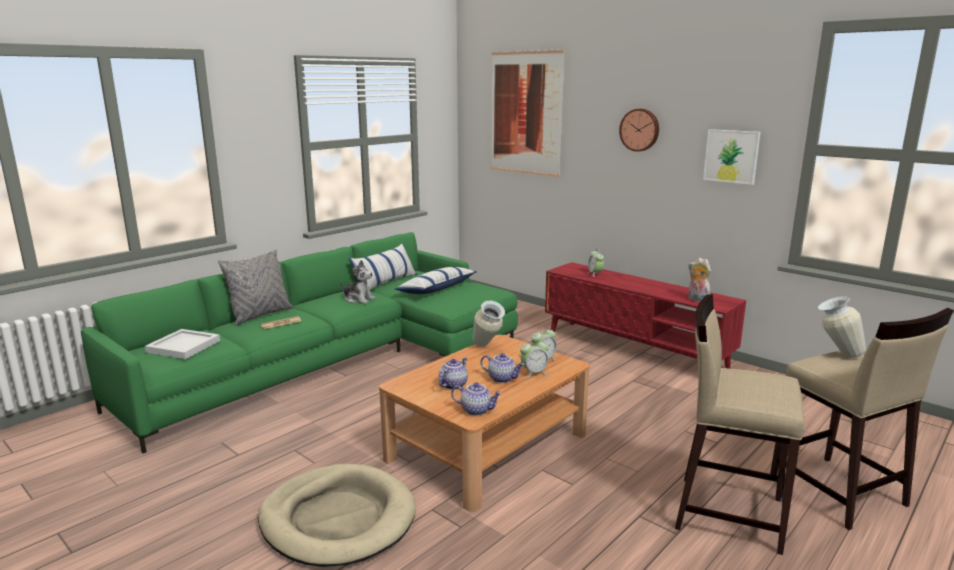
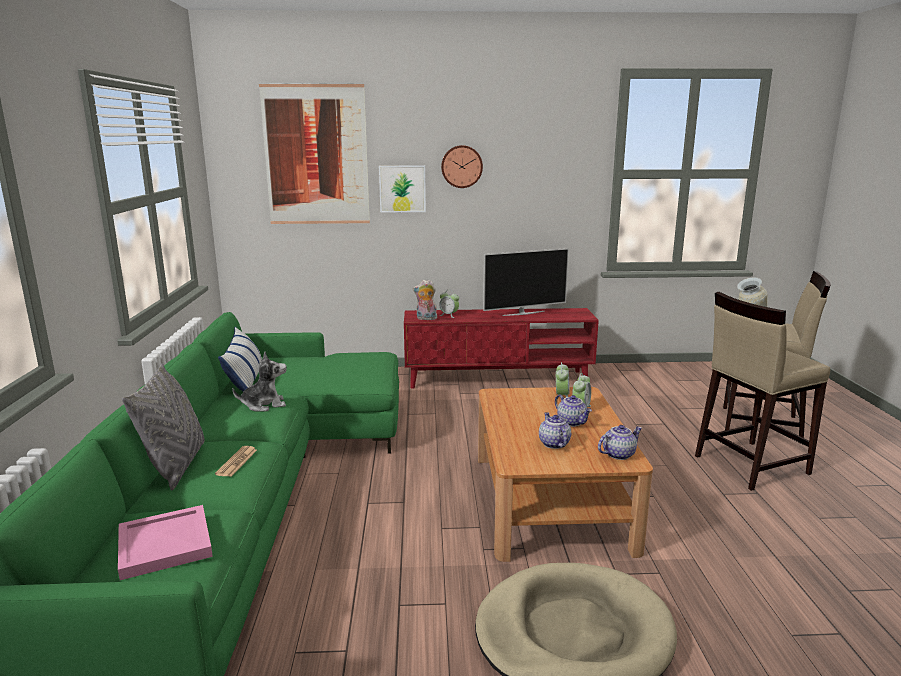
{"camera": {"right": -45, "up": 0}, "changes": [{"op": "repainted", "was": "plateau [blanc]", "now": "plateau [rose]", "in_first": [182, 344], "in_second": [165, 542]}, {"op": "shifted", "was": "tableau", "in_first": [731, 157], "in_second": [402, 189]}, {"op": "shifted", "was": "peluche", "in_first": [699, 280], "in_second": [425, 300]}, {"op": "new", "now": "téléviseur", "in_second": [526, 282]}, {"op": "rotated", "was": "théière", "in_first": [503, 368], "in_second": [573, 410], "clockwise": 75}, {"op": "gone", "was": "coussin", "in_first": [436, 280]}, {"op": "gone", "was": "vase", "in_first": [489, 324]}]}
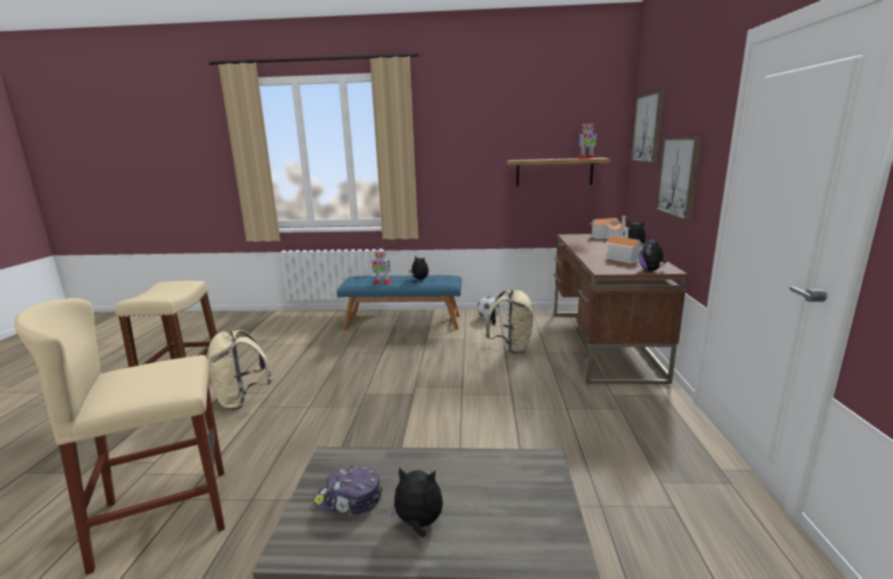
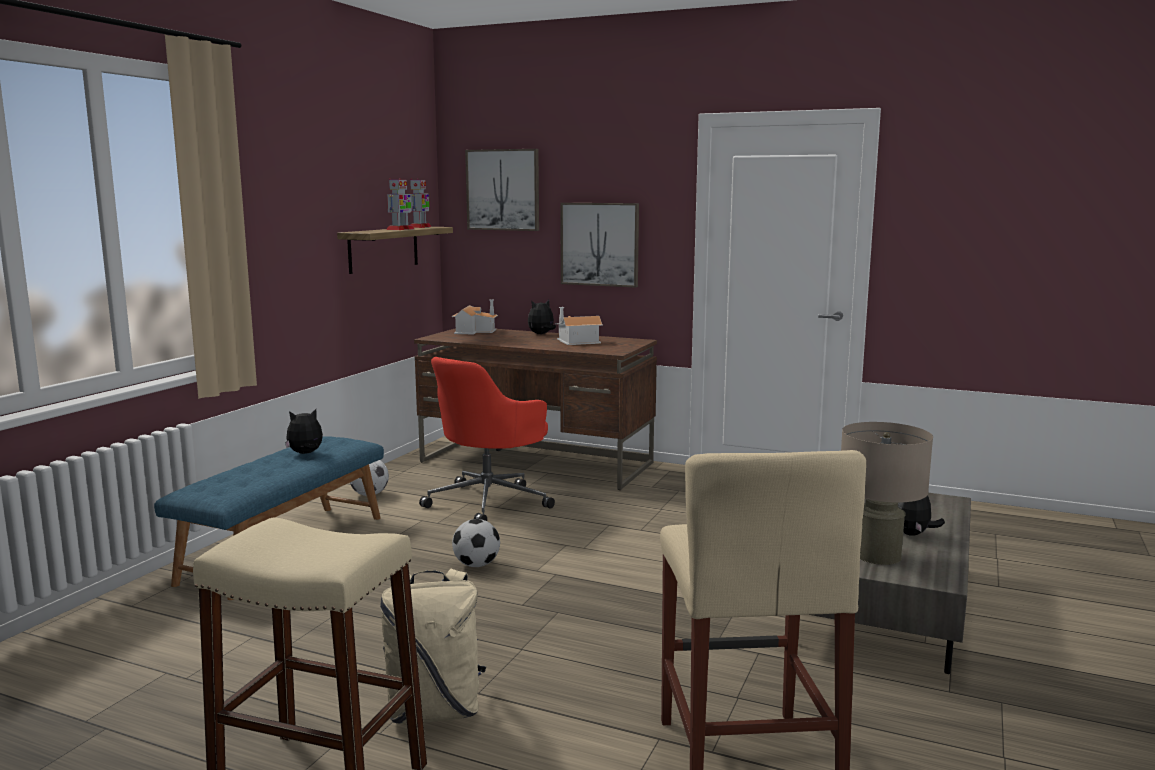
{"camera": {"right": -70, "up": -5}, "changes": [{"op": "shifted", "was": "robot jouet", "in_first": [382, 266], "in_second": [400, 204]}, {"op": "swapped", "was": "sac à dos [beige]", "now": "chaise de bureau [rouge]", "in_first": [509, 322], "in_second": [487, 439]}, {"op": "new", "now": "ballon de foot", "in_second": [476, 543]}, {"op": "swapped", "was": "casquette", "now": "lampe de table [beige]", "in_first": [348, 490], "in_second": [887, 493]}, {"op": "gone", "was": "peluche", "in_first": [653, 253]}]}
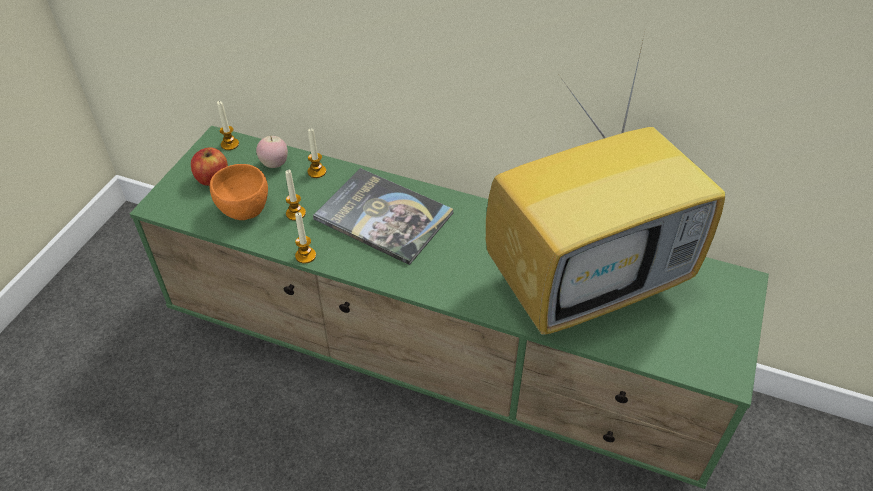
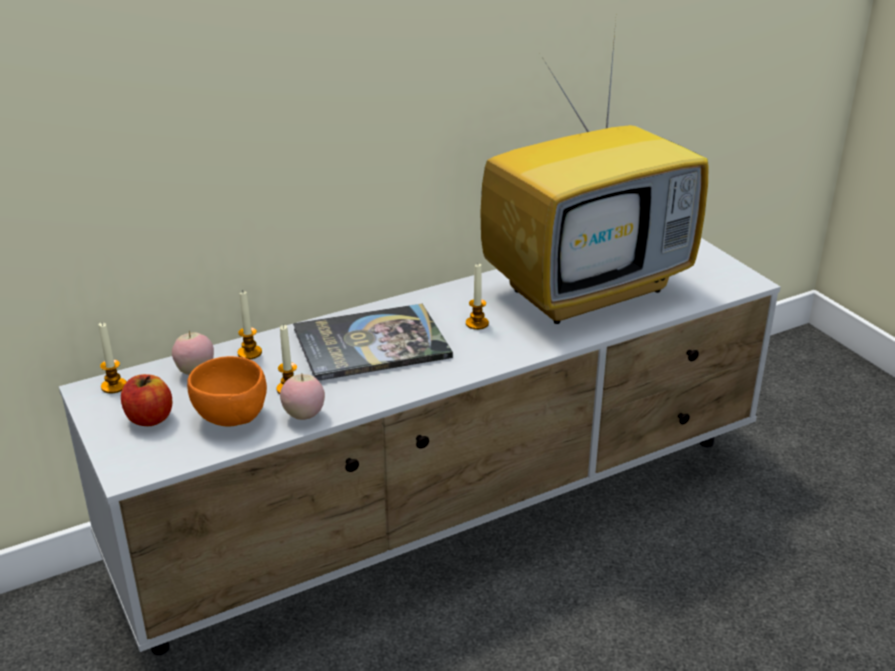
{"camera": {"right": -50, "up": -15}, "changes": [{"op": "repainted", "was": "meuble télé [vert]", "now": "meuble télé [blanc]", "in_first": [449, 307], "in_second": [420, 446]}, {"op": "new", "now": "pomme", "in_second": [302, 397]}, {"op": "shifted", "was": "bougie", "in_first": [305, 238], "in_second": [477, 297]}, {"op": "rotated", "was": "téléviseur", "in_first": [605, 181], "in_second": [594, 172], "clockwise": 45}]}
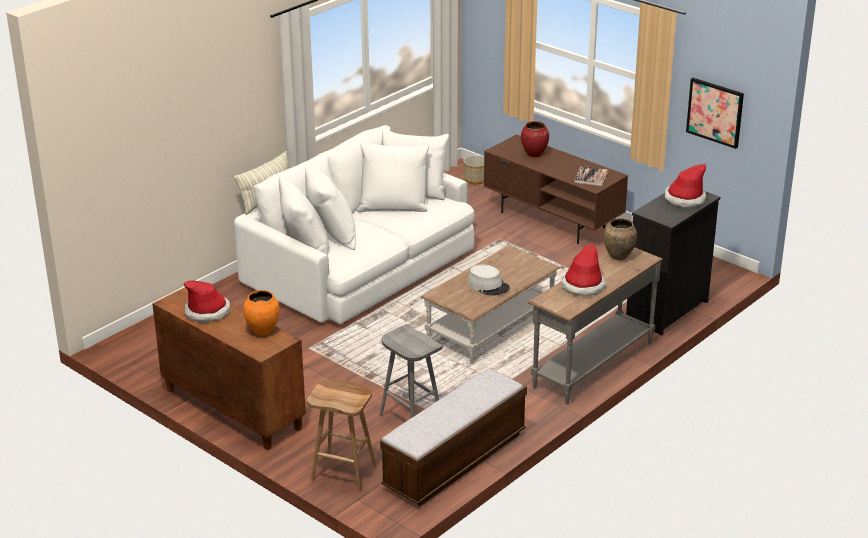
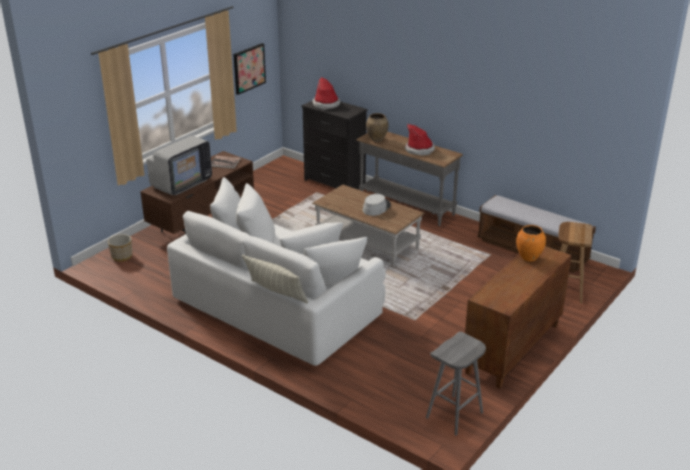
{"camera": {"right": -95, "up": 0}, "changes": [{"op": "swapped", "was": "vase [rouge]", "now": "téléviseur", "in_first": [535, 139], "in_second": [179, 165]}, {"op": "shifted", "was": "tabouret [gris]", "in_first": [411, 371], "in_second": [456, 384]}, {"op": "gone", "was": "chapeau", "in_first": [207, 301]}]}
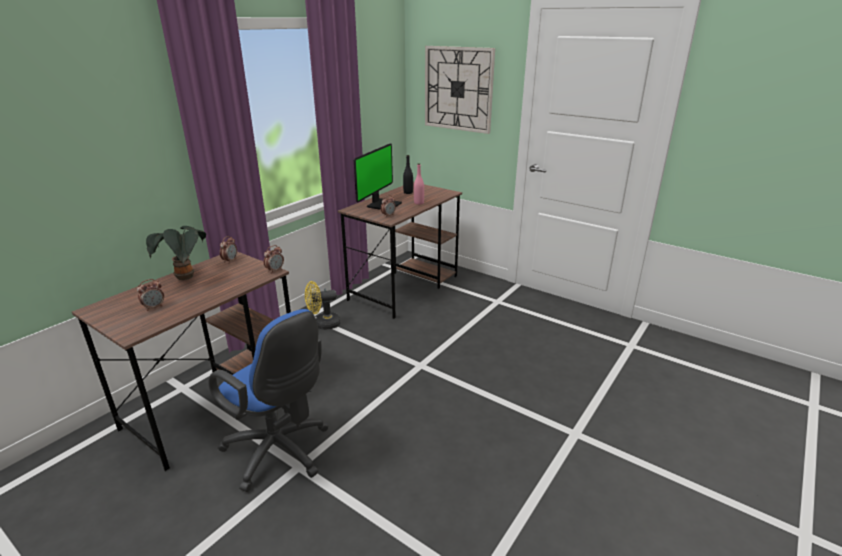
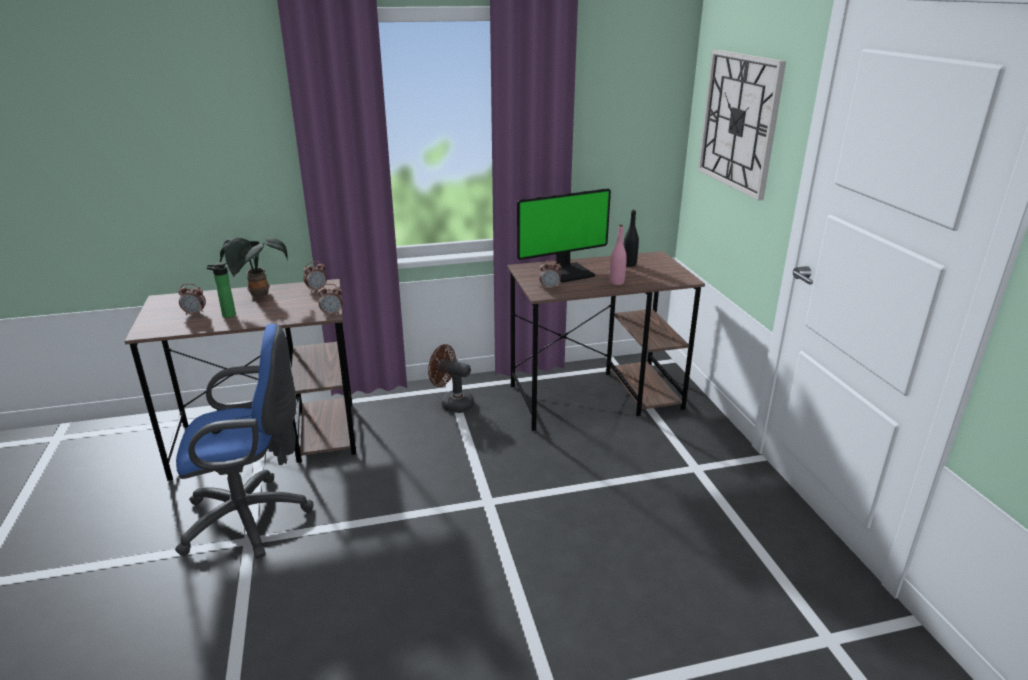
{"camera": {"right": 40, "up": 0}, "changes": [{"op": "rotated", "was": "chaise de bureau [bleu]", "in_first": [268, 400], "in_second": [244, 441], "clockwise": -90}, {"op": "new", "now": "bouteille", "in_second": [221, 290]}, {"op": "repainted", "was": "ventilateur [jaune]", "now": "ventilateur [marron]", "in_first": [323, 305], "in_second": [451, 378]}]}
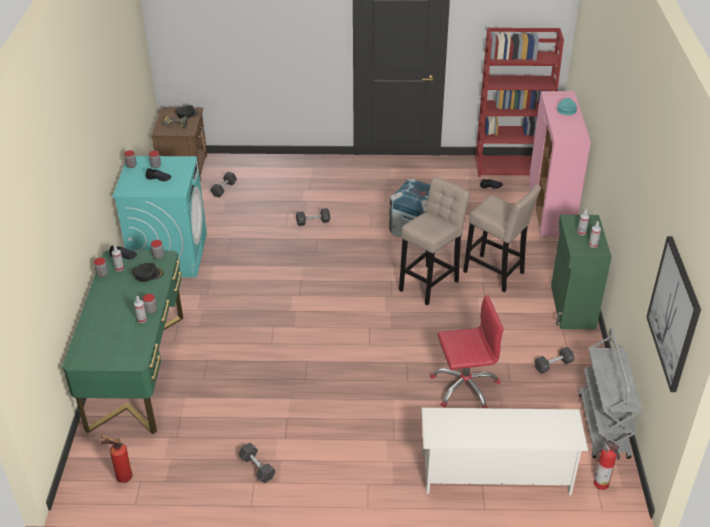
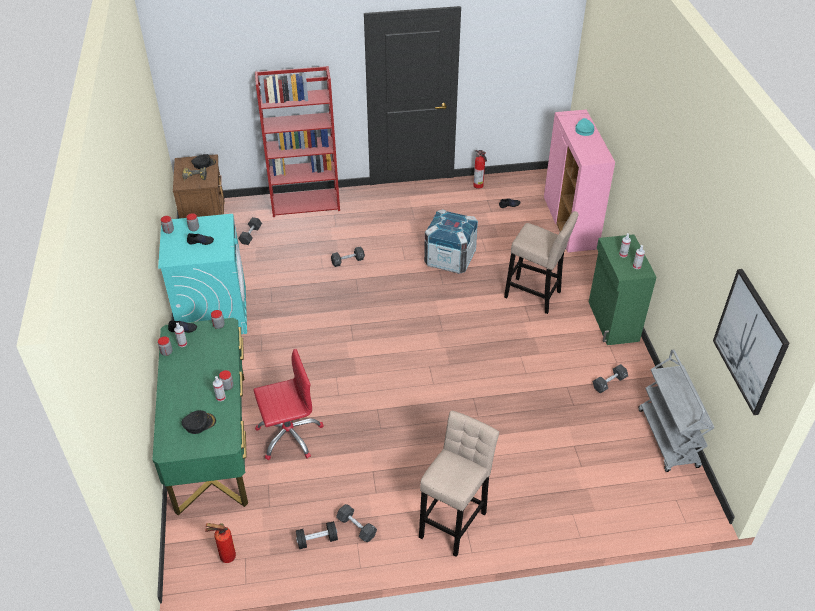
{"camera": {"right": -10, "up": 5}, "changes": [{"op": "shifted", "was": "casquette [noir]", "in_first": [148, 272], "in_second": [198, 422]}, {"op": "shifted", "was": "chaise de bureau [rouge]", "in_first": [467, 351], "in_second": [288, 404]}, {"op": "shifted", "was": "bibliothèque [rouge]", "in_first": [520, 102], "in_second": [297, 141]}, {"op": "new", "now": "haltère [noir]", "in_second": [317, 535]}, {"op": "shifted", "was": "tabouret [beige]", "in_first": [434, 241], "in_second": [459, 484]}, {"op": "shifted", "was": "extincteur", "in_first": [607, 464], "in_second": [480, 169]}, {"op": "gone", "was": "étagère à chaussures [blanc]", "in_first": [505, 451]}]}
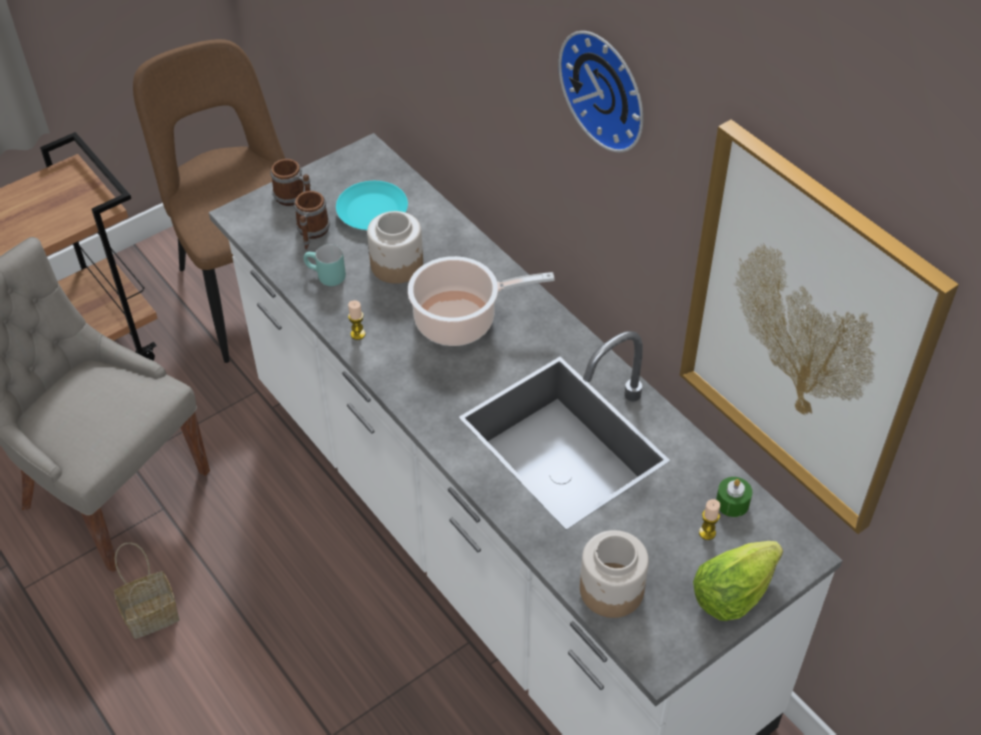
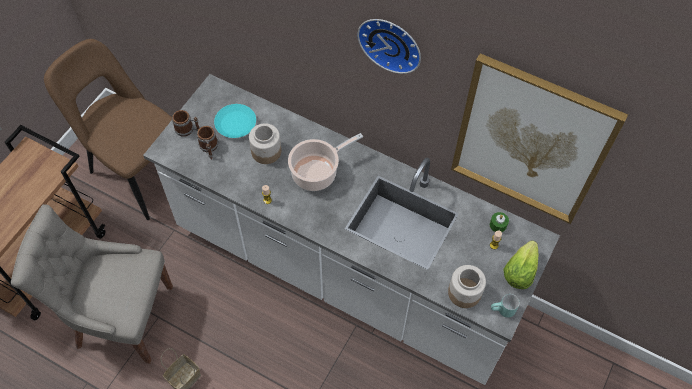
{"camera": {"right": -25, "up": 10}, "changes": [{"op": "shifted", "was": "mug [turquoise]", "in_first": [324, 265], "in_second": [505, 306]}]}
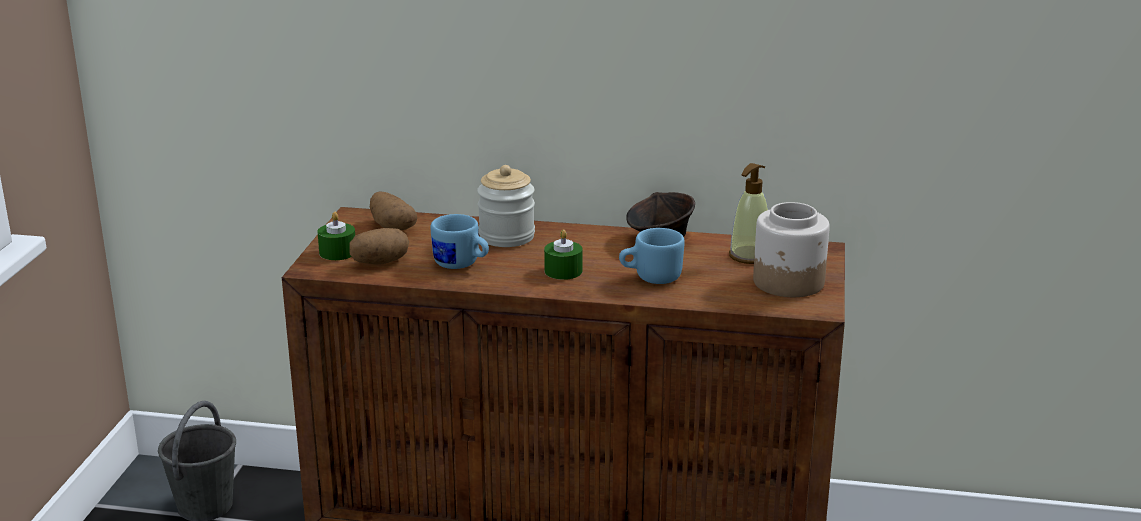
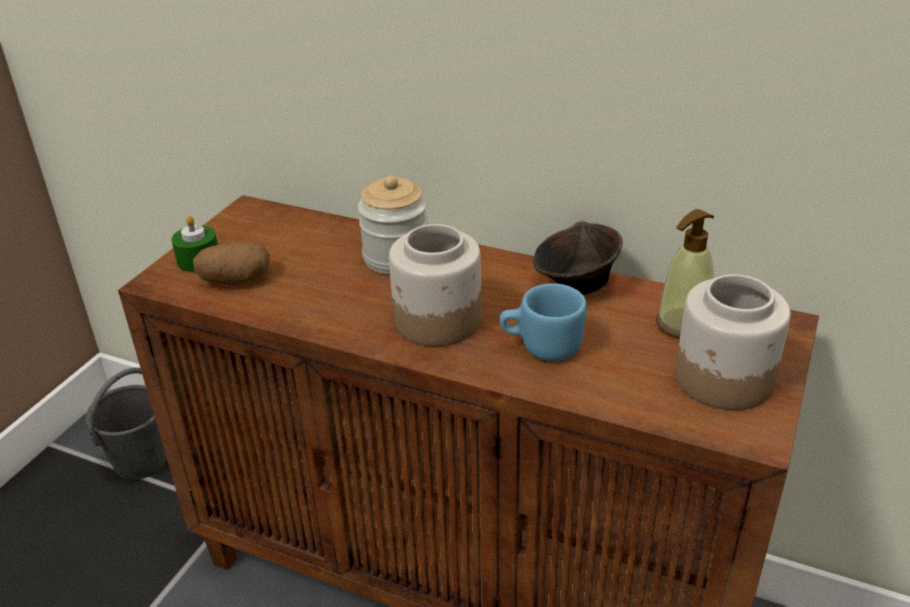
{"camera": {"right": 15, "up": 10}, "changes": [{"op": "swapped", "was": "bougie [vert]", "now": "bocal", "in_first": [563, 254], "in_second": [435, 285]}, {"op": "gone", "was": "pomme de terre", "in_first": [393, 211]}, {"op": "gone", "was": "mug [bleu]", "in_first": [460, 241]}]}
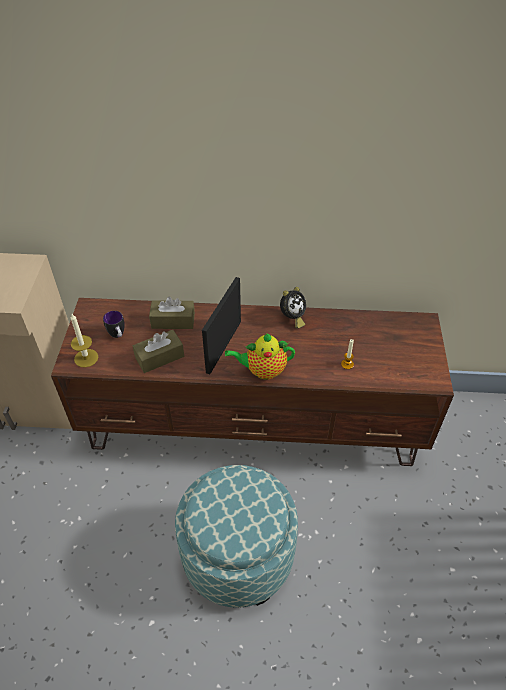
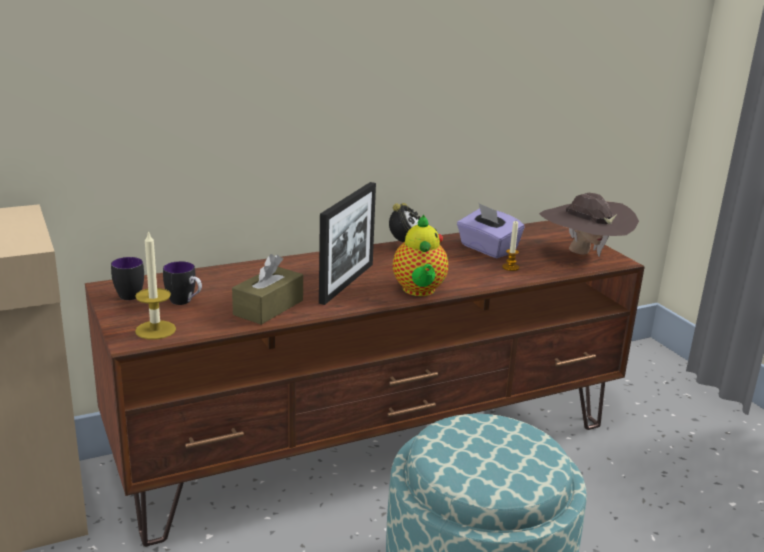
{"camera": {"right": -30, "up": -25}, "changes": [{"op": "new", "now": "mug", "in_second": [127, 278]}, {"op": "rotated", "was": "cadre photo", "in_first": [221, 325], "in_second": [347, 243], "clockwise": -150}, {"op": "rotated", "was": "théière", "in_first": [260, 356], "in_second": [420, 255], "clockwise": -60}, {"op": "new", "now": "boîte à mouchoirs [violet]", "in_second": [491, 230]}, {"op": "new", "now": "chapeau [marron]", "in_second": [589, 225]}, {"op": "gone", "was": "boîte à mouchoirs [marron]", "in_first": [172, 312]}]}
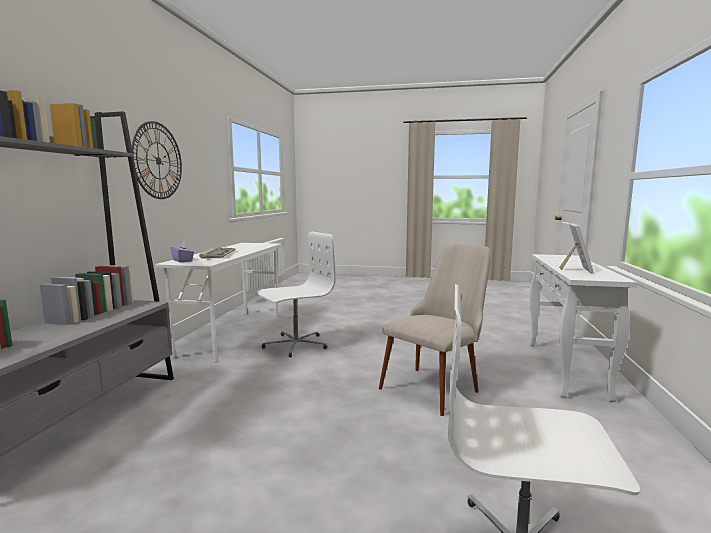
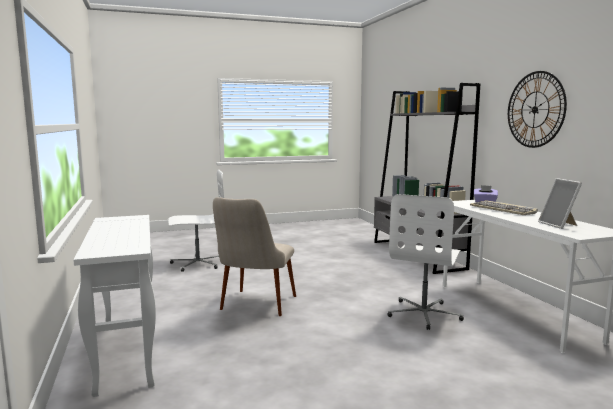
{"camera": {"right": 150, "up": 0}, "changes": [{"op": "shifted", "was": "cadre photo", "in_first": [576, 248], "in_second": [560, 203]}]}
